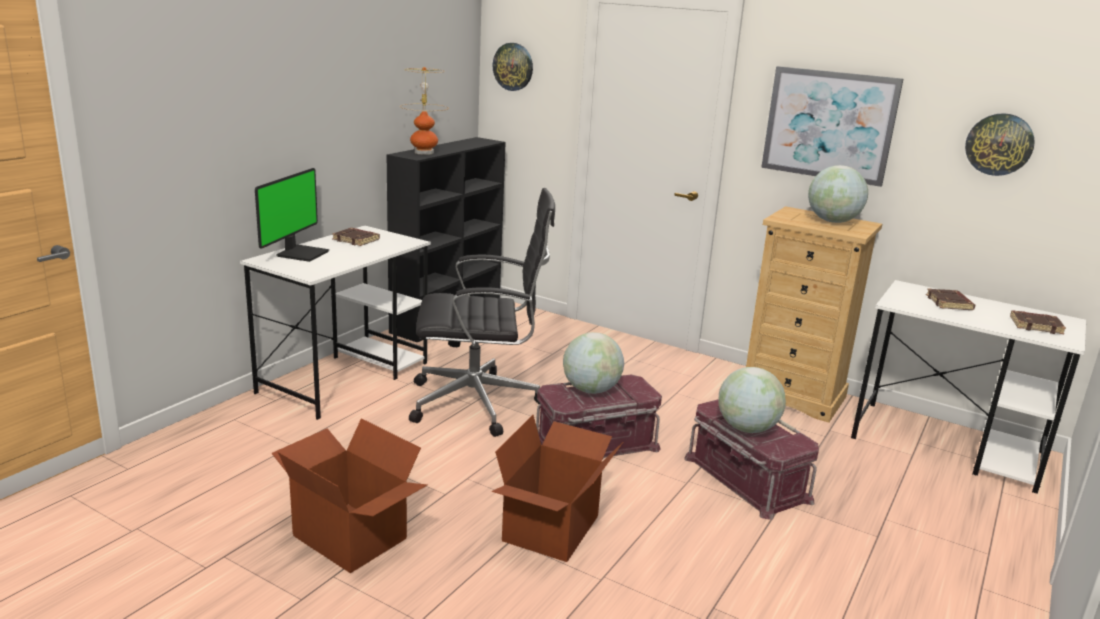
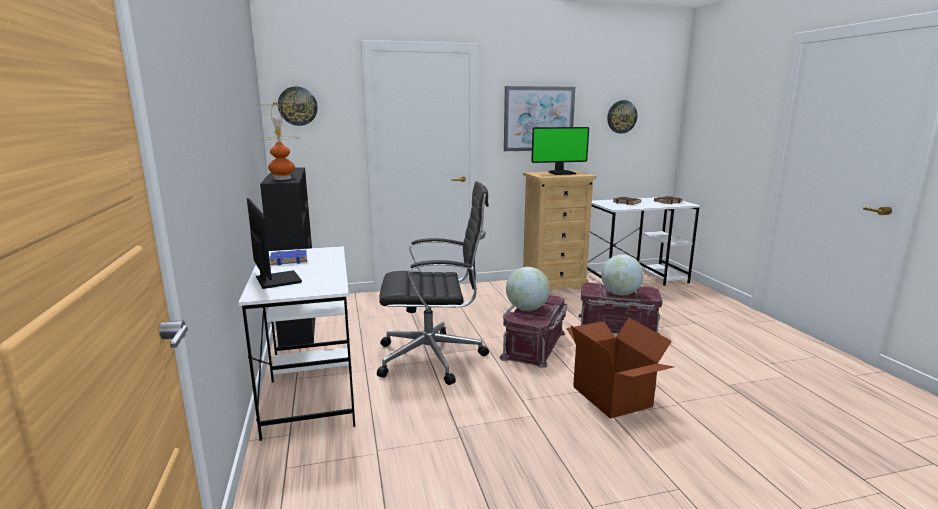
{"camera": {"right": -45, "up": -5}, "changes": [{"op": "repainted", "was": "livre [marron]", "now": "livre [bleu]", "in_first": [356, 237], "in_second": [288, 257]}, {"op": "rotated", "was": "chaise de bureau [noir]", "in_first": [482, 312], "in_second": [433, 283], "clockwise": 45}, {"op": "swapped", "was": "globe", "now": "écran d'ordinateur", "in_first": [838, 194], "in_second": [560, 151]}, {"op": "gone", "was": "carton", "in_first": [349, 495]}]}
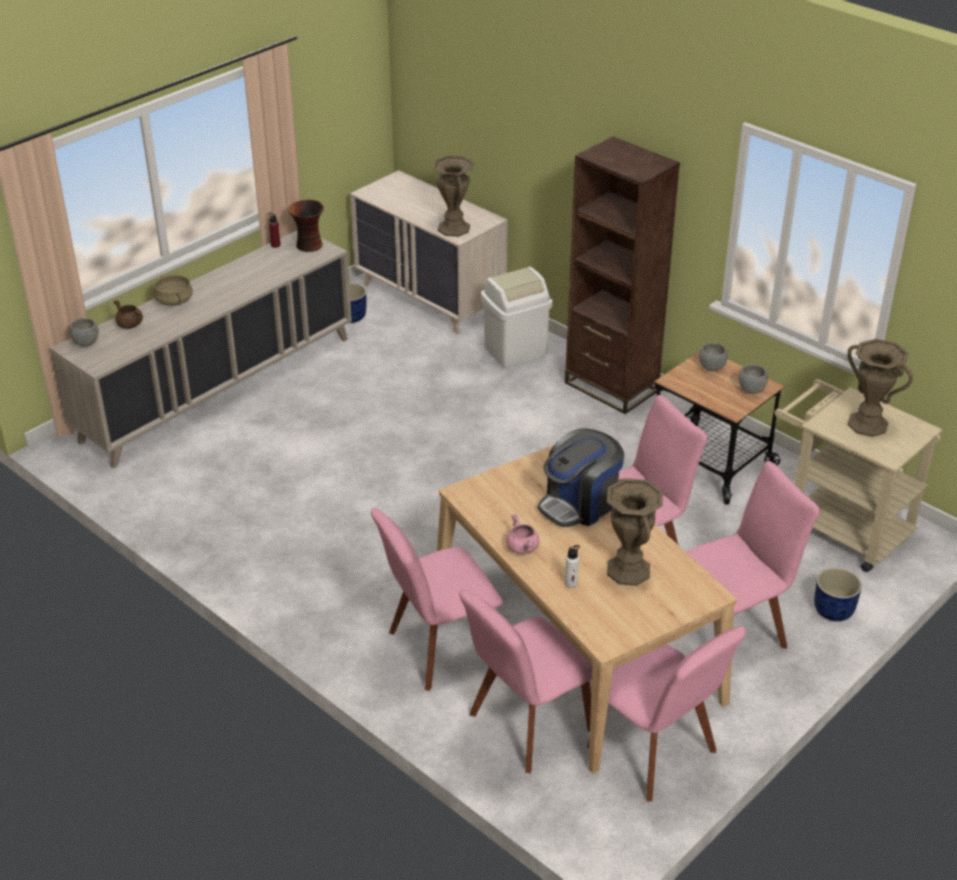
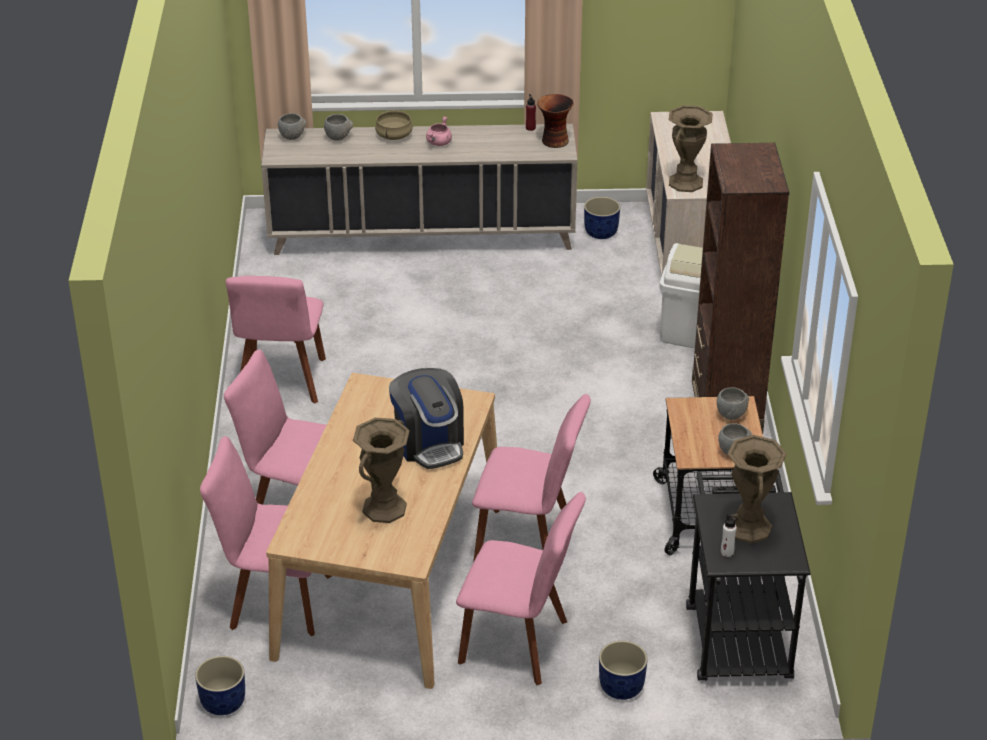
{"camera": {"right": 45, "up": 0}, "changes": [{"op": "new", "now": "cache-pot [bleu]", "in_second": [220, 685]}, {"op": "shifted", "was": "chaise [rose]", "in_first": [666, 713], "in_second": [275, 340]}, {"op": "swapped", "was": "marmite [marron]", "now": "bol [gris]", "in_first": [128, 314], "in_second": [338, 127]}, {"op": "rotated", "was": "machine à café", "in_first": [580, 477], "in_second": [426, 418], "clockwise": -120}, {"op": "shifted", "was": "marmite [rose]", "in_first": [522, 534], "in_second": [439, 131]}, {"op": "repainted", "was": "chariot [beige]", "now": "chariot [noir]", "in_first": [858, 475], "in_second": [748, 575]}, {"op": "shifted", "was": "bouteille [blanc]", "in_first": [572, 566], "in_second": [729, 535]}]}
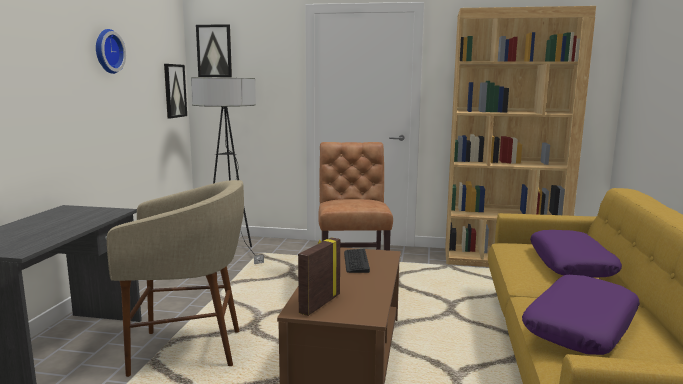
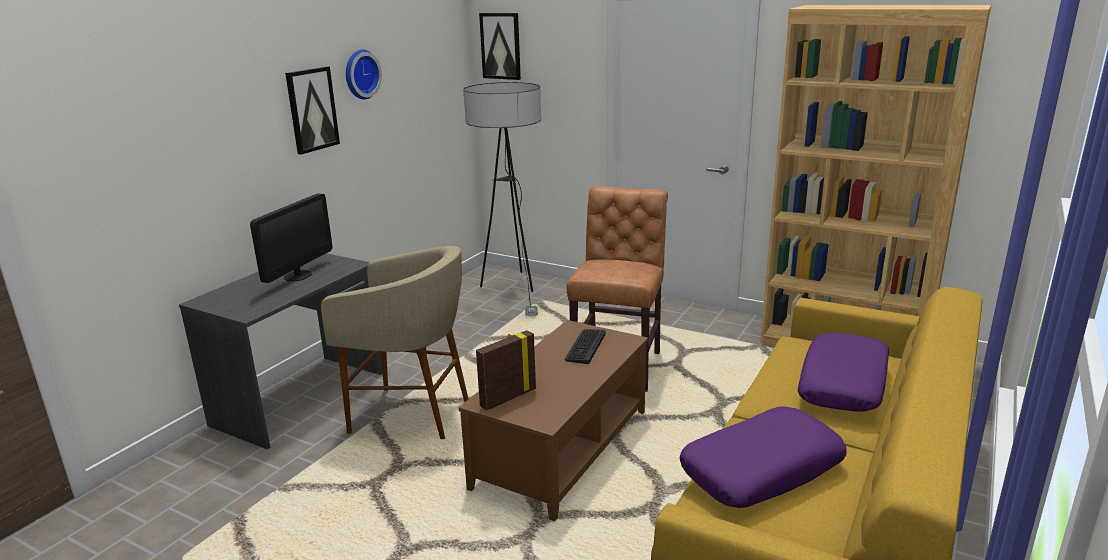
{"camera": {"right": 20, "up": 10}, "changes": [{"op": "new", "now": "écran d'ordinateur", "in_second": [291, 238]}, {"op": "shifted", "was": "tableau", "in_first": [175, 91], "in_second": [312, 110]}]}
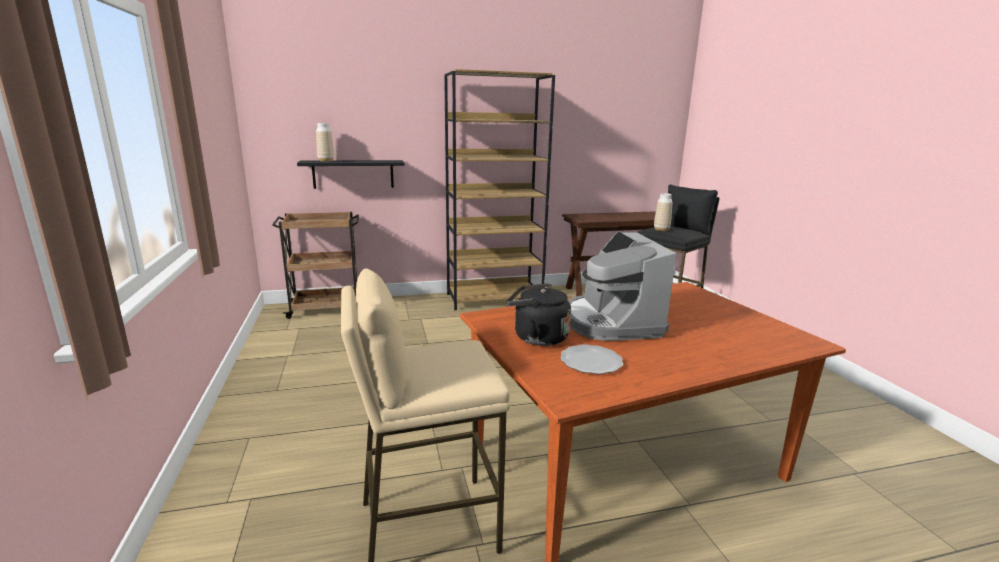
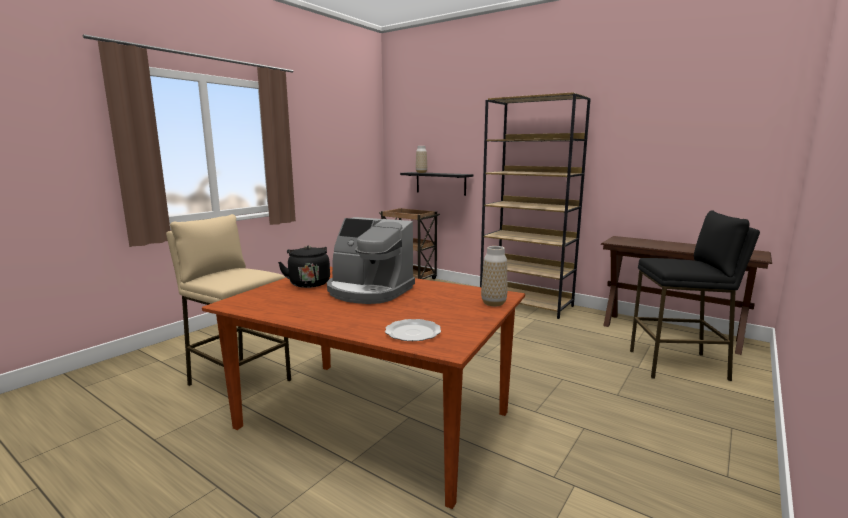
{"camera": {"right": 50, "up": -5}, "changes": [{"op": "rotated", "was": "machine à café", "in_first": [622, 286], "in_second": [371, 260], "clockwise": -105}, {"op": "shifted", "was": "assiette", "in_first": [591, 359], "in_second": [413, 330]}, {"op": "shifted", "was": "vase", "in_first": [663, 212], "in_second": [494, 276]}]}
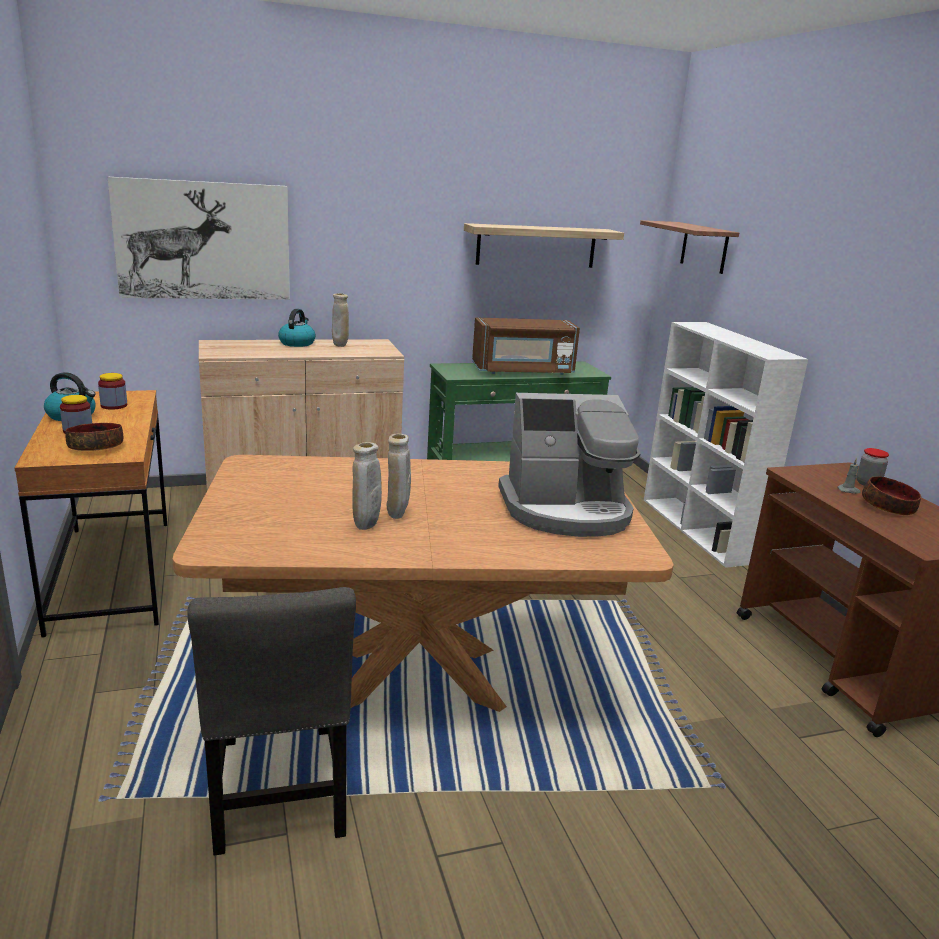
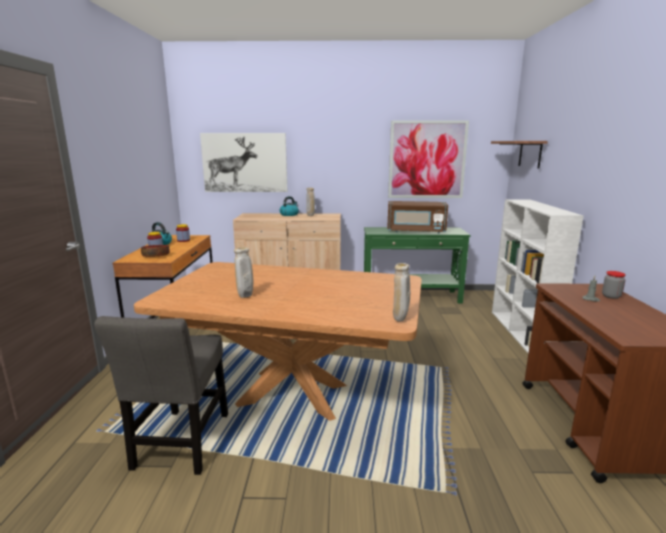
{"camera": {"right": 20, "up": -5}, "changes": [{"op": "swapped", "was": "étagère", "now": "tableau", "in_first": [544, 245], "in_second": [428, 159]}, {"op": "shifted", "was": "vase [beige]", "in_first": [399, 476], "in_second": [401, 292]}, {"op": "gone", "was": "machine à café", "in_first": [569, 465]}, {"op": "gone", "was": "bol", "in_first": [891, 495]}]}
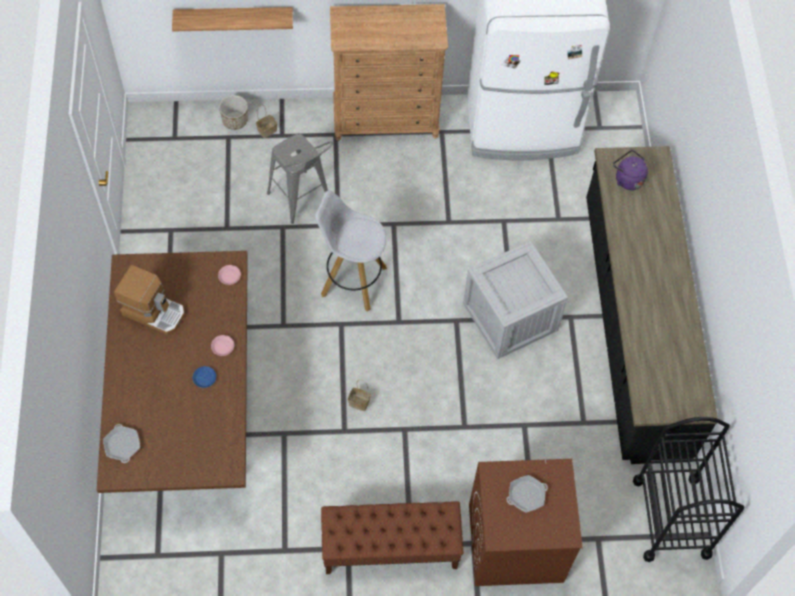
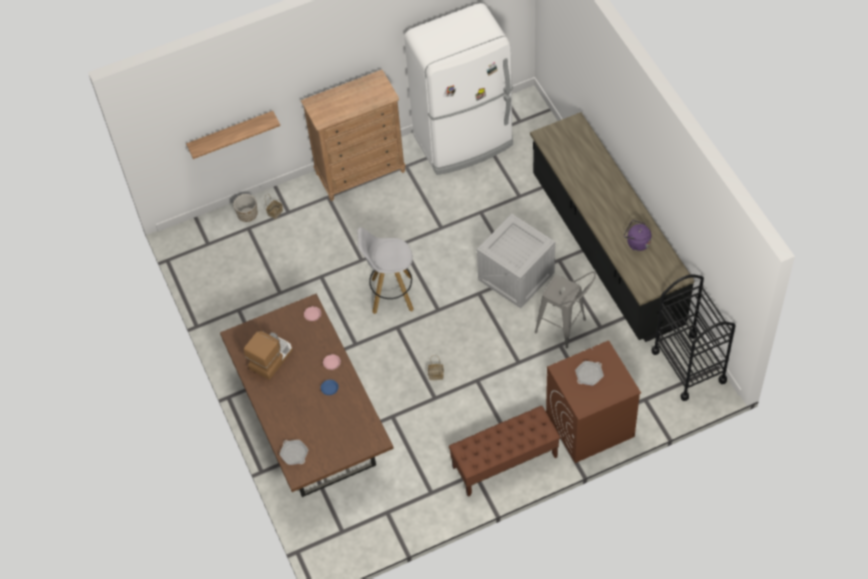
{"camera": {"right": -15, "up": -5}, "changes": [{"op": "rotated", "was": "machine à café", "in_first": [149, 300], "in_second": [268, 355], "clockwise": -60}, {"op": "shifted", "was": "tabouret [gris]", "in_first": [300, 178], "in_second": [565, 309]}, {"op": "shifted", "was": "bouilloire [violet]", "in_first": [630, 170], "in_second": [637, 235]}]}
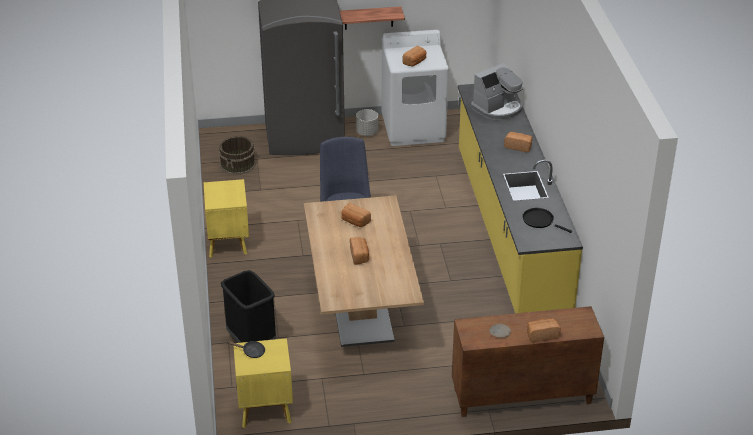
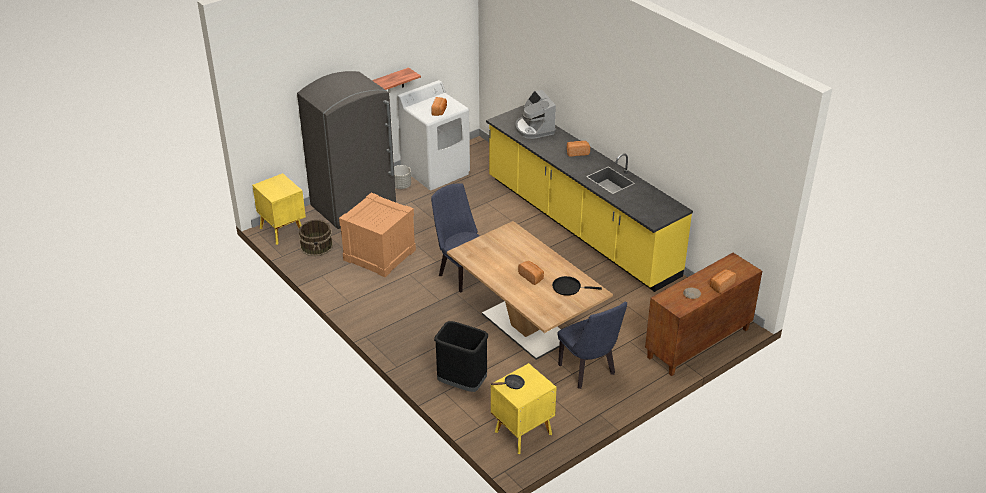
{"camera": {"right": -30, "up": 0}, "changes": [{"op": "shifted", "was": "table de chevet [jaune]", "in_first": [226, 218], "in_second": [279, 209]}, {"op": "new", "now": "caisse", "in_second": [377, 235]}, {"op": "rotated", "was": "machine à café", "in_first": [497, 91], "in_second": [535, 114], "clockwise": 135}, {"op": "shifted", "was": "poêle [noir]", "in_first": [547, 220], "in_second": [577, 286]}, {"op": "new", "now": "chaise [bleu]", "in_second": [592, 345]}, {"op": "gone", "was": "pain", "in_first": [356, 215]}]}
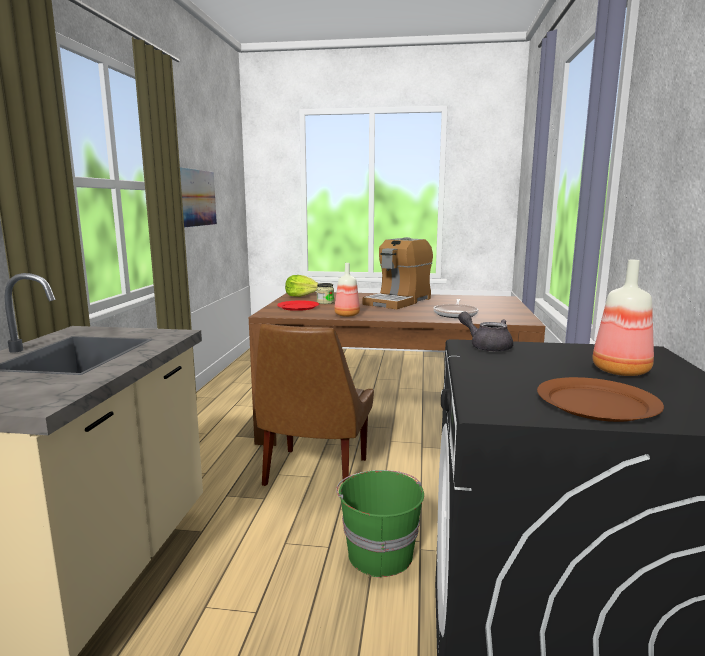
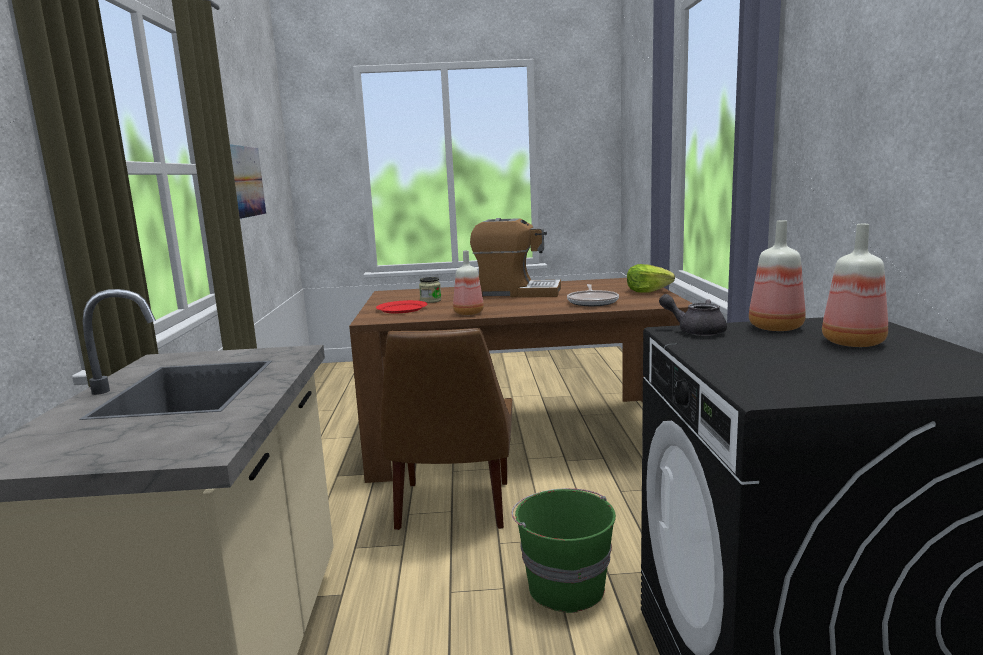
{"camera": {"right": -10, "up": 0}, "changes": [{"op": "rotated", "was": "machine à café", "in_first": [398, 273], "in_second": [515, 257], "clockwise": -105}, {"op": "shifted", "was": "laitue", "in_first": [302, 286], "in_second": [651, 278]}, {"op": "new", "now": "bouteille", "in_second": [777, 275]}, {"op": "gone", "was": "assiette [marron]", "in_first": [600, 399]}]}
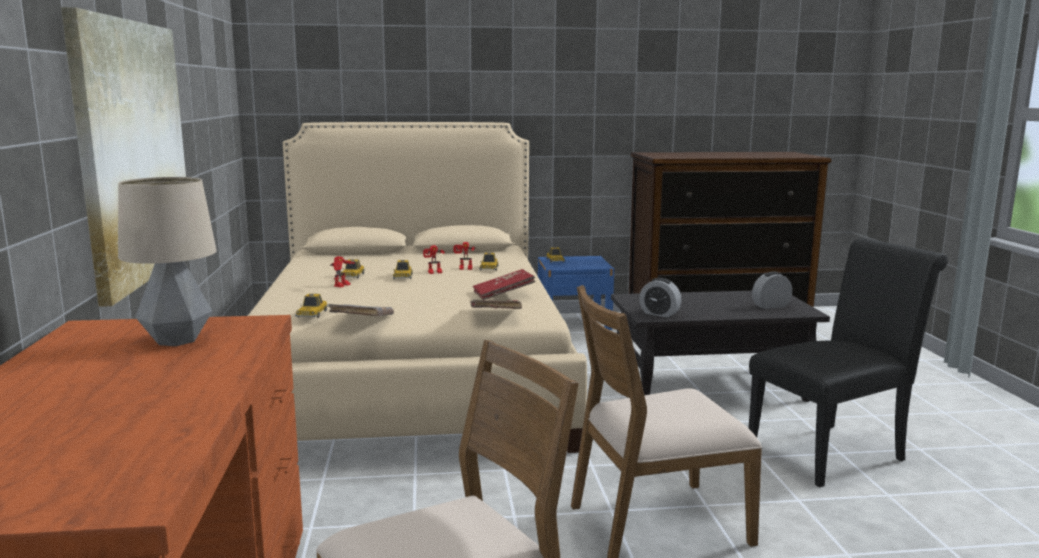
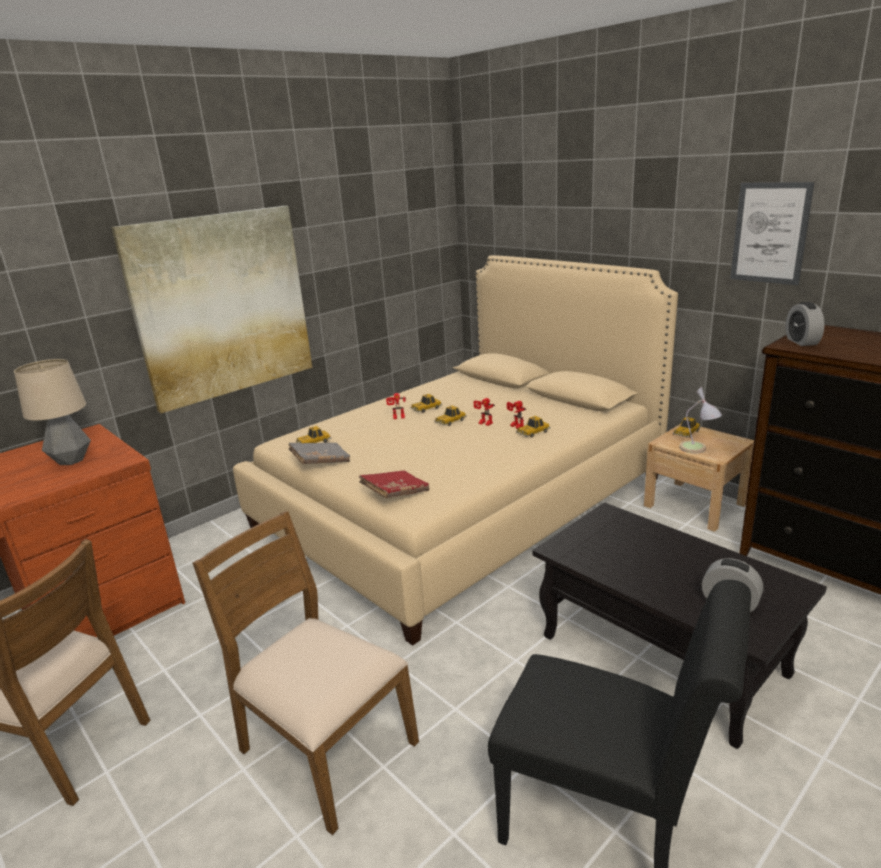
{"camera": {"right": 55, "up": 10}, "changes": [{"op": "repainted", "was": "table de chevet [bleu]", "now": "table de chevet [beige]", "in_first": [576, 293], "in_second": [699, 478]}, {"op": "new", "now": "lampe de table", "in_second": [700, 420]}, {"op": "new", "now": "tableau", "in_second": [772, 233]}, {"op": "shifted", "was": "réveil", "in_first": [660, 298], "in_second": [805, 324]}, {"op": "gone", "was": "livre [rouge]", "in_first": [504, 284]}]}
